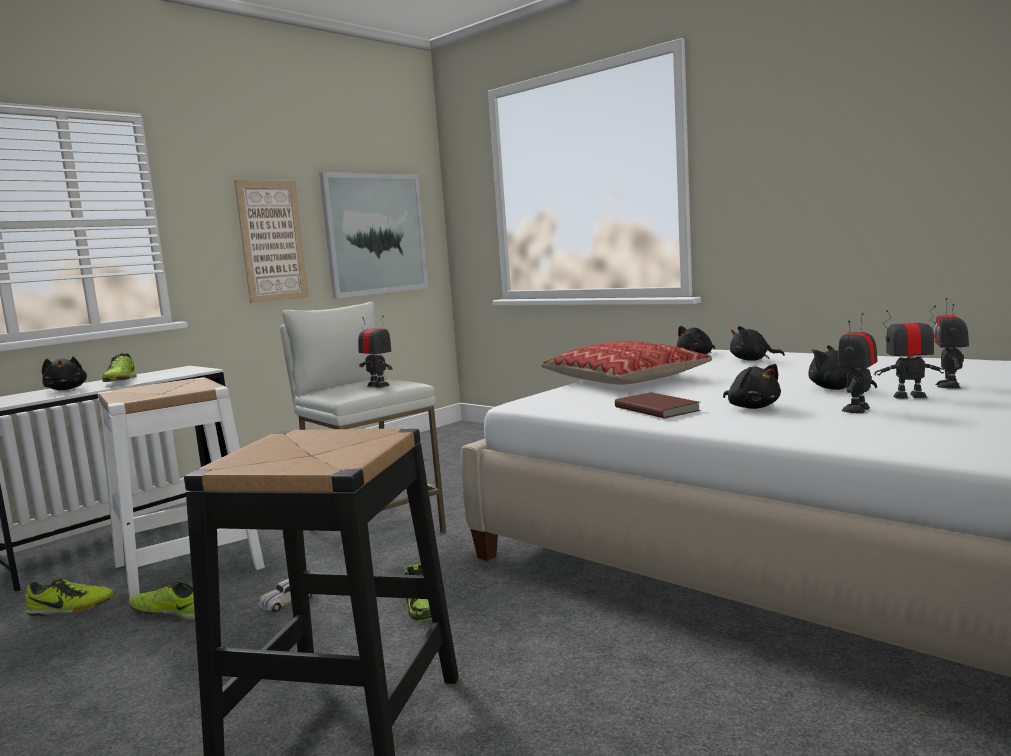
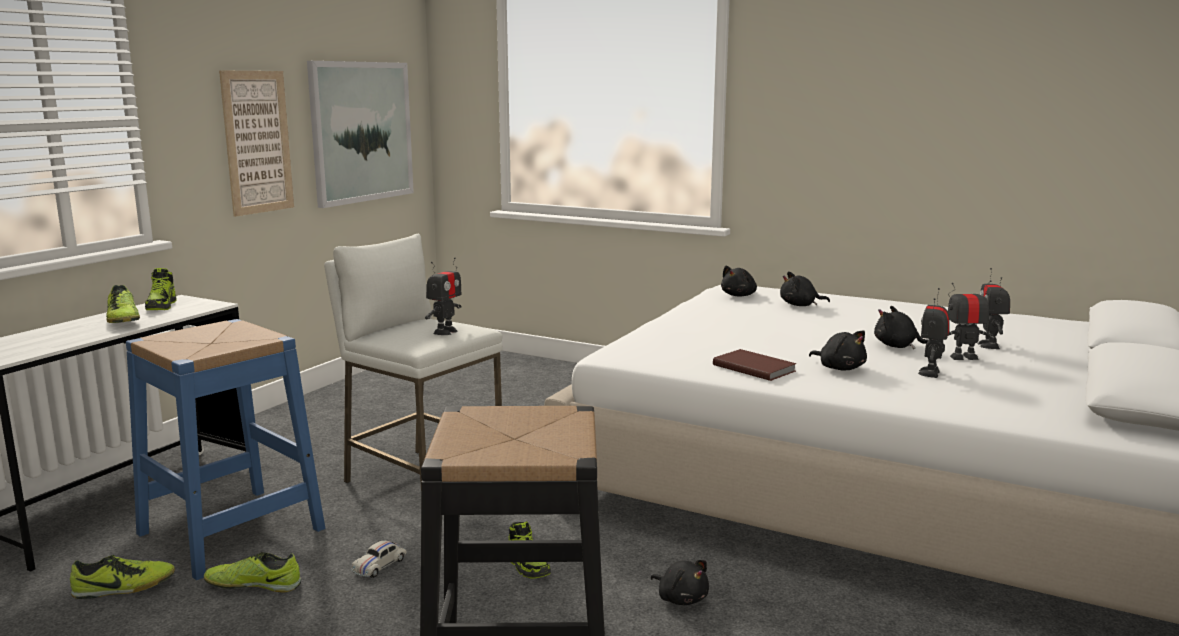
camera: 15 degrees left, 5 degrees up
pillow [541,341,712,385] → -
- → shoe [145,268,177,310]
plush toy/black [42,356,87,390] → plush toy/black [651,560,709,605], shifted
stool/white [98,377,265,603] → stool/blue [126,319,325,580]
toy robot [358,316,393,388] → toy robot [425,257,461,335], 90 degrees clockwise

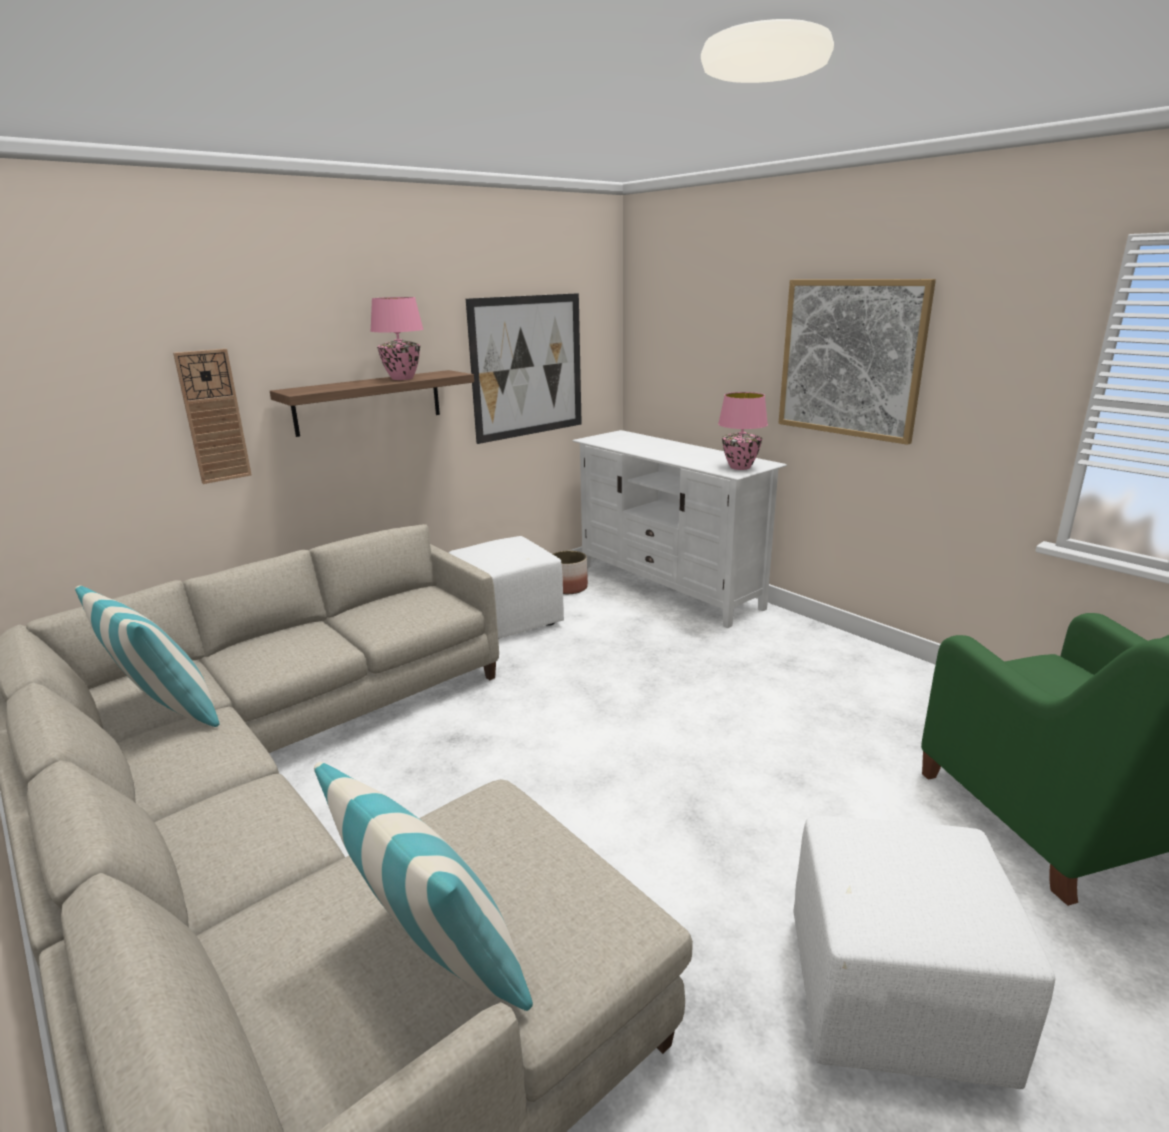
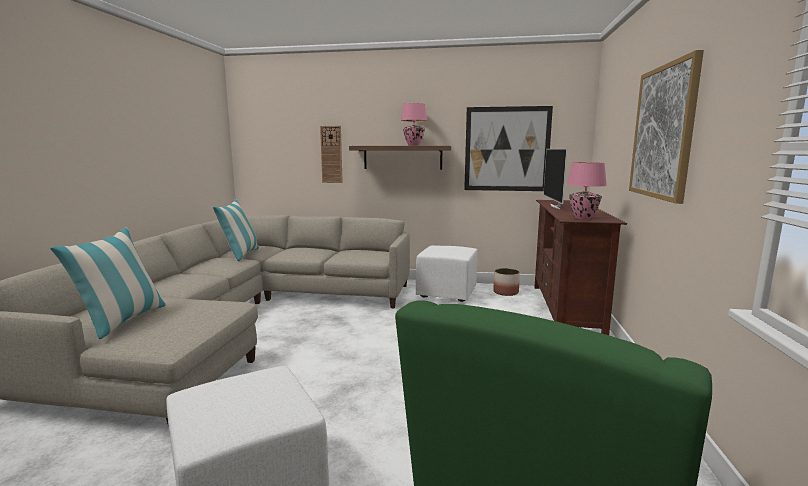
camera: 50 degrees right, 10 degrees down
- → television [543,148,567,209]
tv stand/white [573,430,787,628] → tv stand/brown [534,200,627,335]

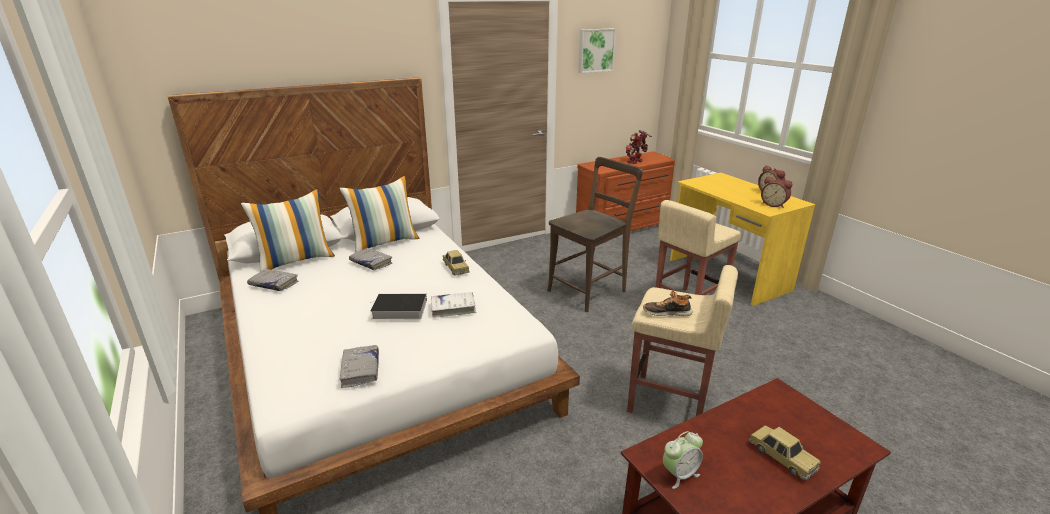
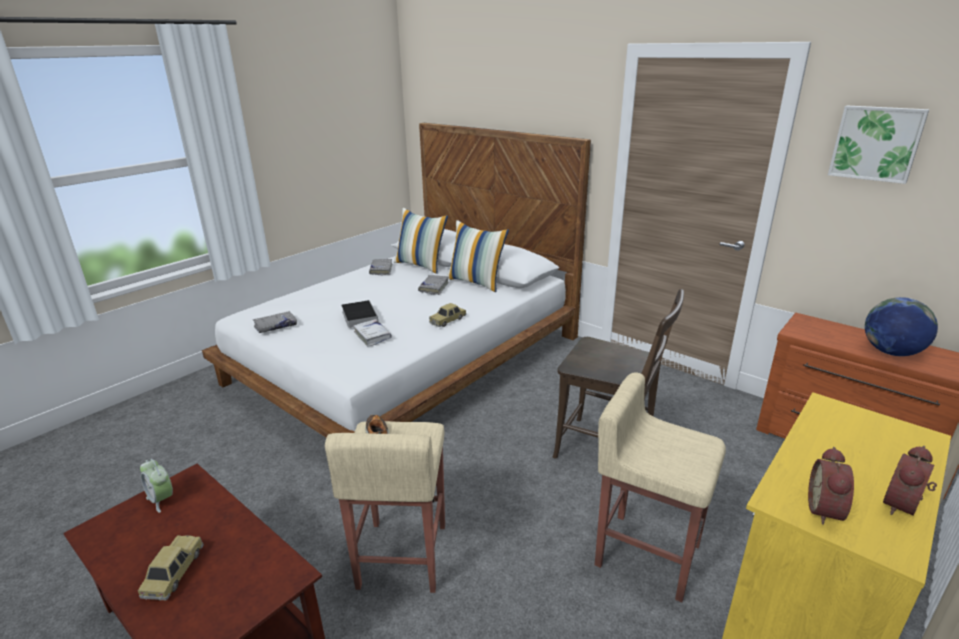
camera: 70 degrees right, 0 degrees up
toy robot [626,130,652,164] → globe [865,297,938,356]
toy car [749,425,821,480] → toy car [138,535,204,601], 150 degrees clockwise

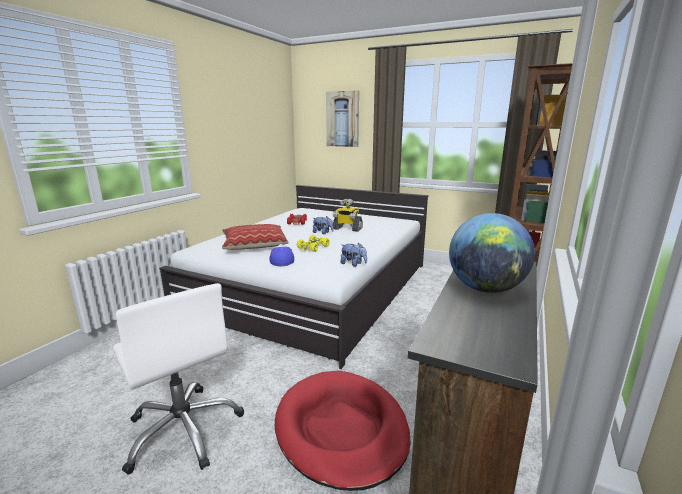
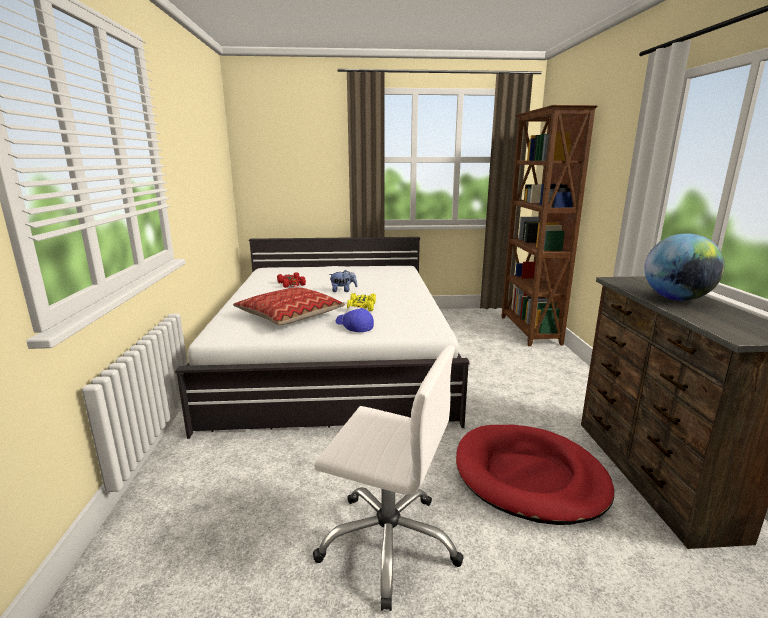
camera: 30 degrees left, 0 degrees up
picture [326,90,359,147] → -
toy robot [332,199,363,232] → -
plush toy [341,243,367,267] → -

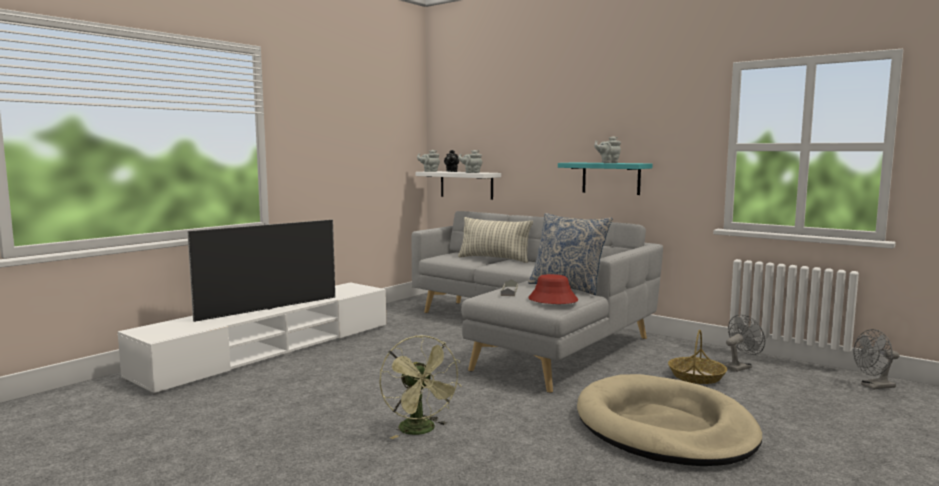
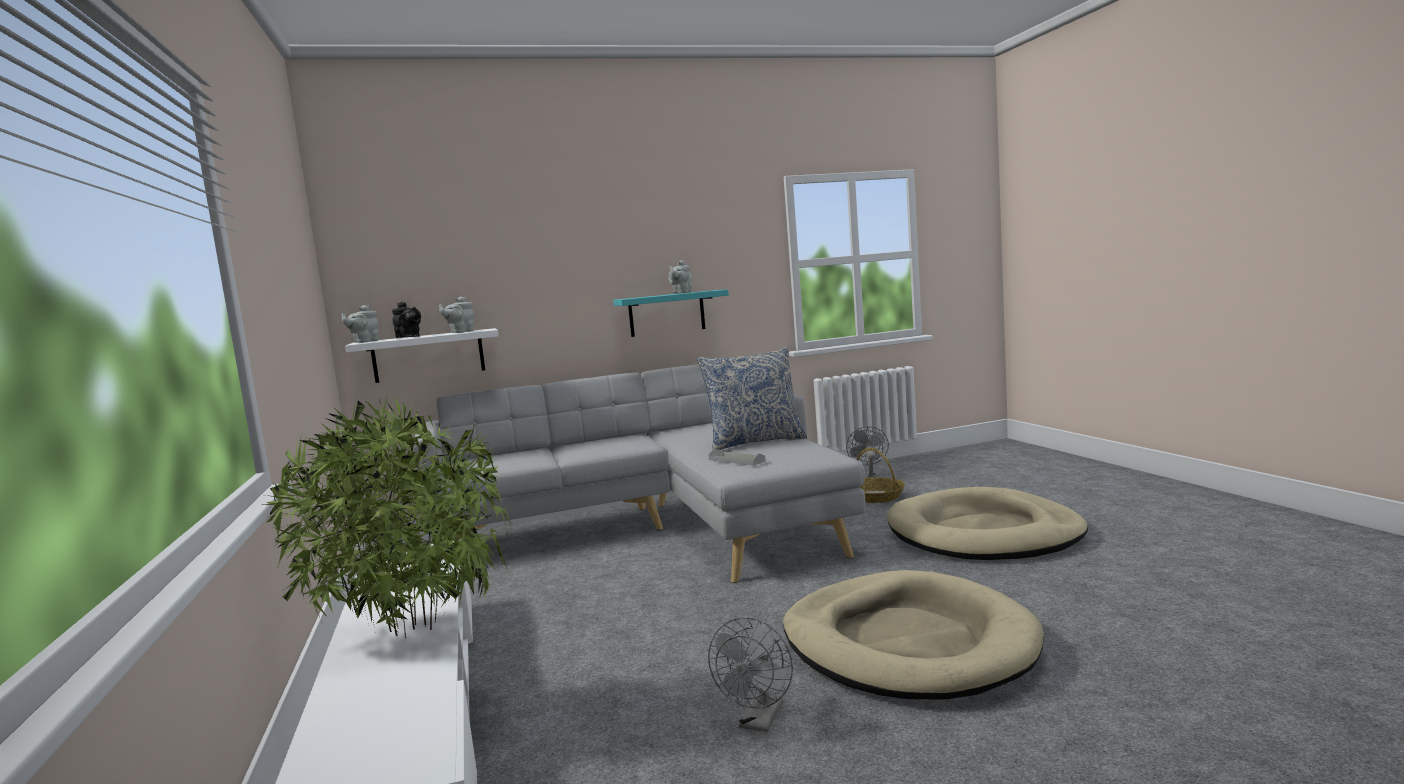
camera: 55 degrees left, 0 degrees up
pillow [458,217,533,263] → -
hat/red [528,274,578,304] → -
fan/grey [853,329,899,389] → fan/grey [708,617,793,732], shifted
television [187,220,335,322] → potted plant [261,394,511,639]
fan/green [379,335,462,439] → dog bed/beige [783,570,1044,699]

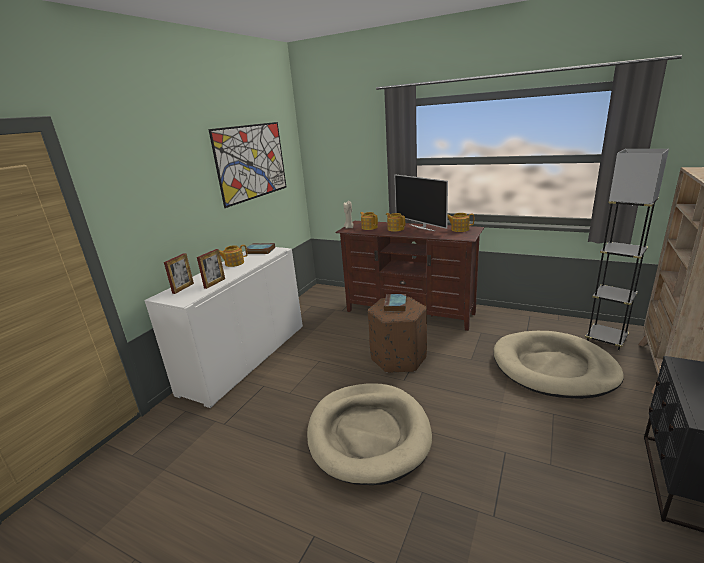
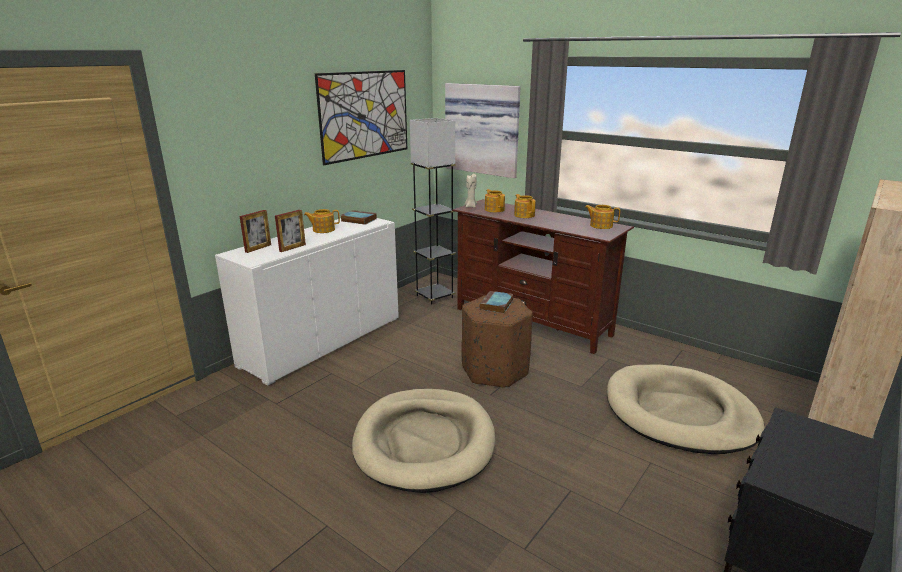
camera: 10 degrees right, 0 degrees up
television [395,174,448,231] → -
- → picture [445,83,520,178]
floor lamp/grey [585,149,669,350] → floor lamp/grey [410,118,455,305], shifted

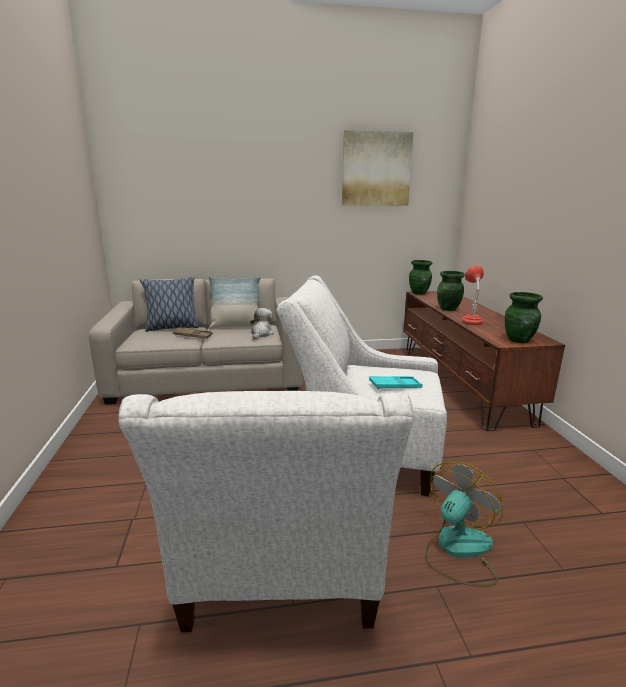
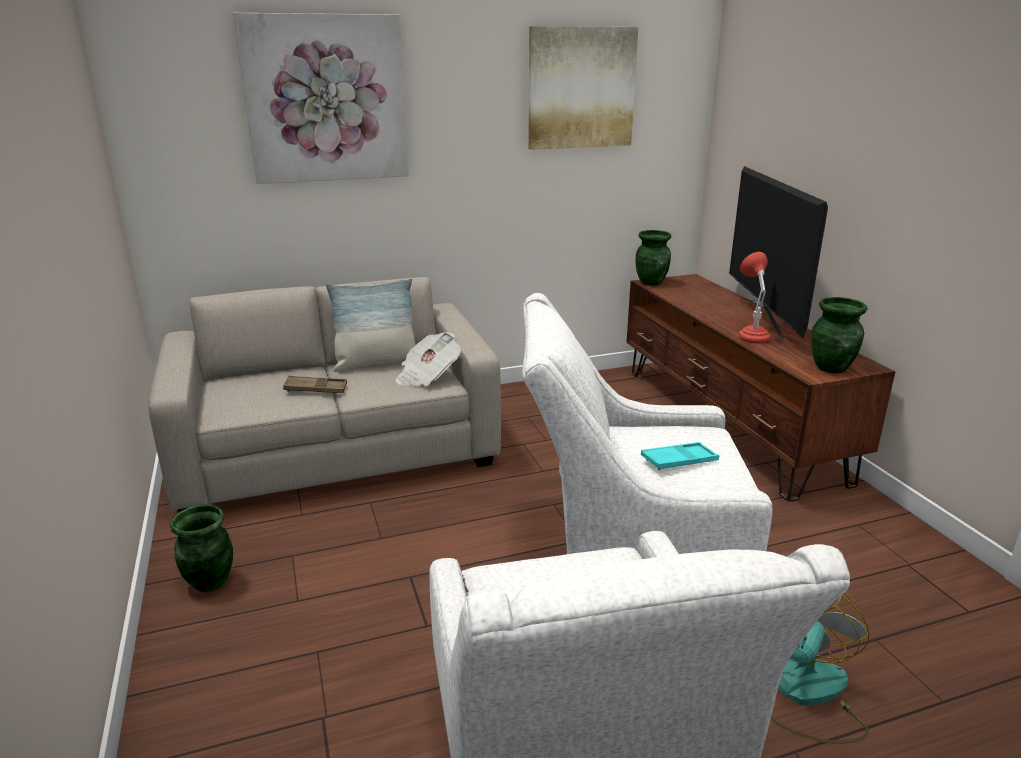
camera: 10 degrees left, 5 degrees up
pillow [140,276,199,332] → -
- → picture [233,13,409,184]
- → television [729,166,828,340]
vase/green [437,271,465,311] → vase/green [170,504,233,592], shifted
plush toy [250,308,274,340] → newspaper [395,332,461,386]

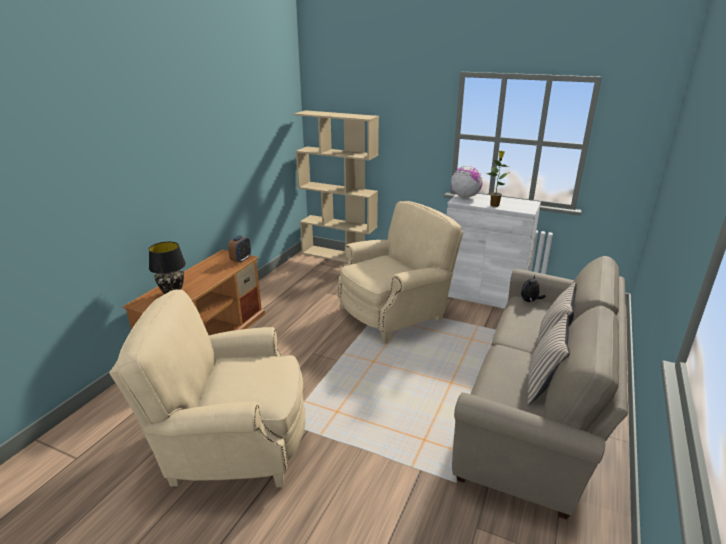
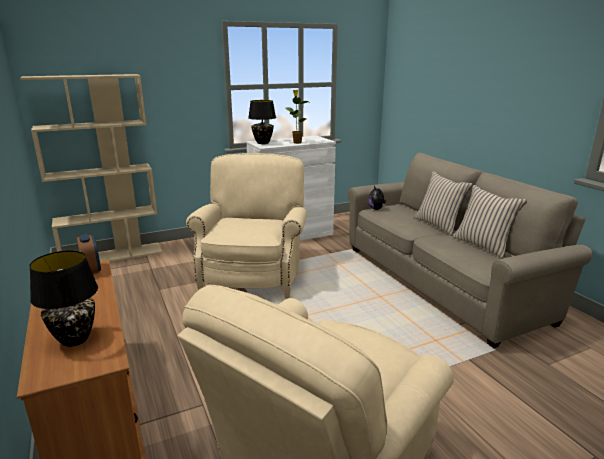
camera: 50 degrees left, 5 degrees down
globe [451,166,483,198] → table lamp/black [249,100,276,144]

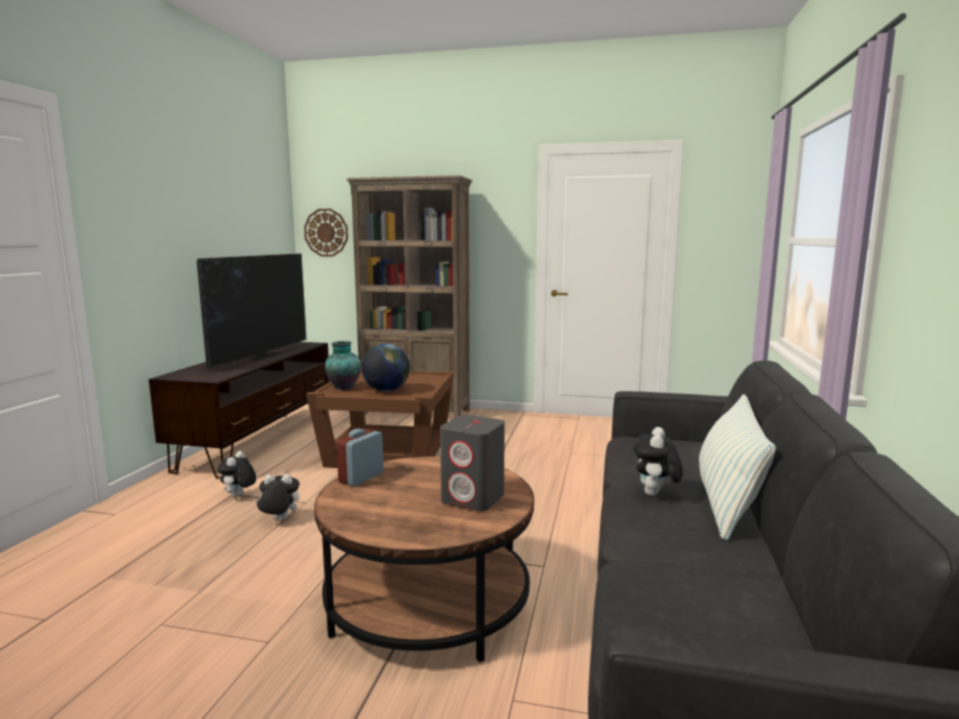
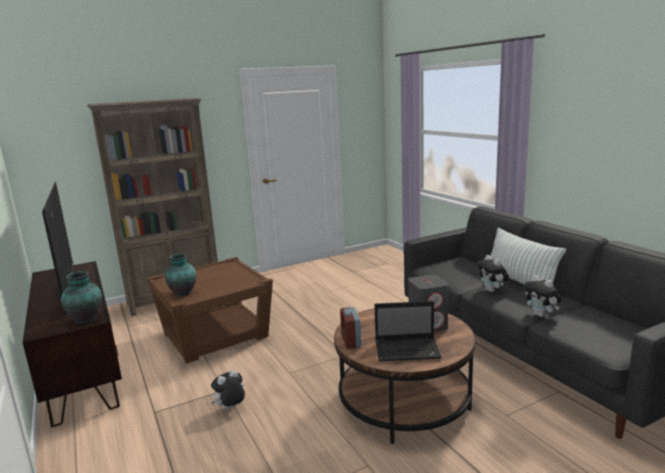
camera: 40 degrees left, 5 degrees up
wall clock [304,209,348,257] → -
globe [362,344,410,391] → -
- → vase [61,271,102,324]
- → laptop [375,301,442,361]
plush toy [217,451,256,497] → plush toy [523,275,562,317], shifted

